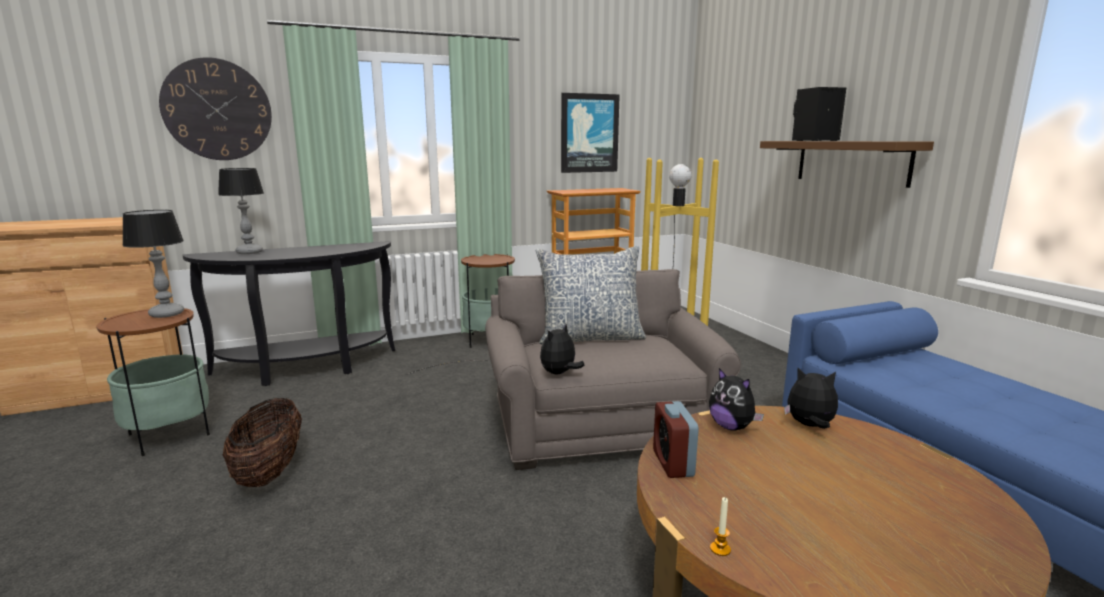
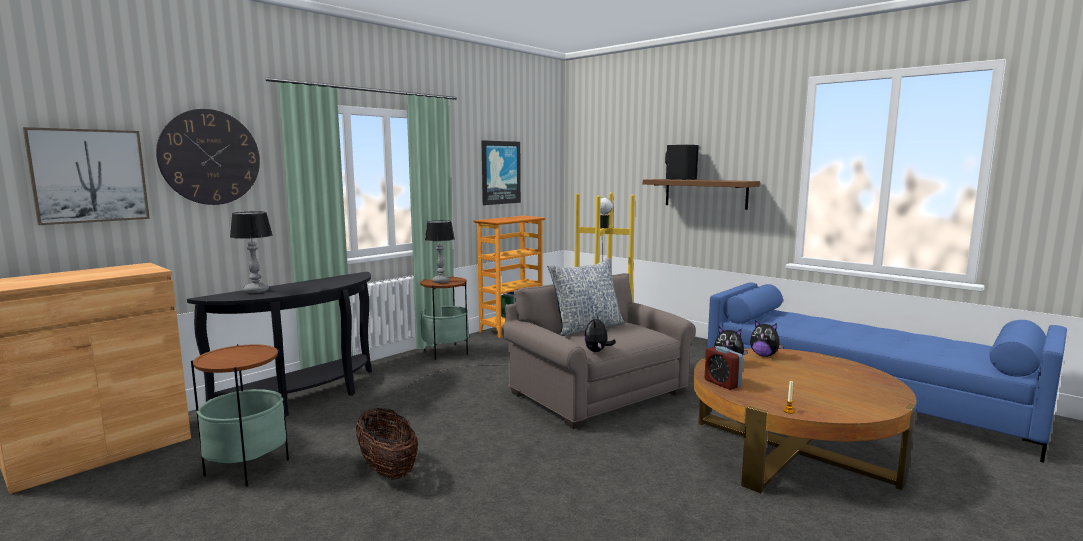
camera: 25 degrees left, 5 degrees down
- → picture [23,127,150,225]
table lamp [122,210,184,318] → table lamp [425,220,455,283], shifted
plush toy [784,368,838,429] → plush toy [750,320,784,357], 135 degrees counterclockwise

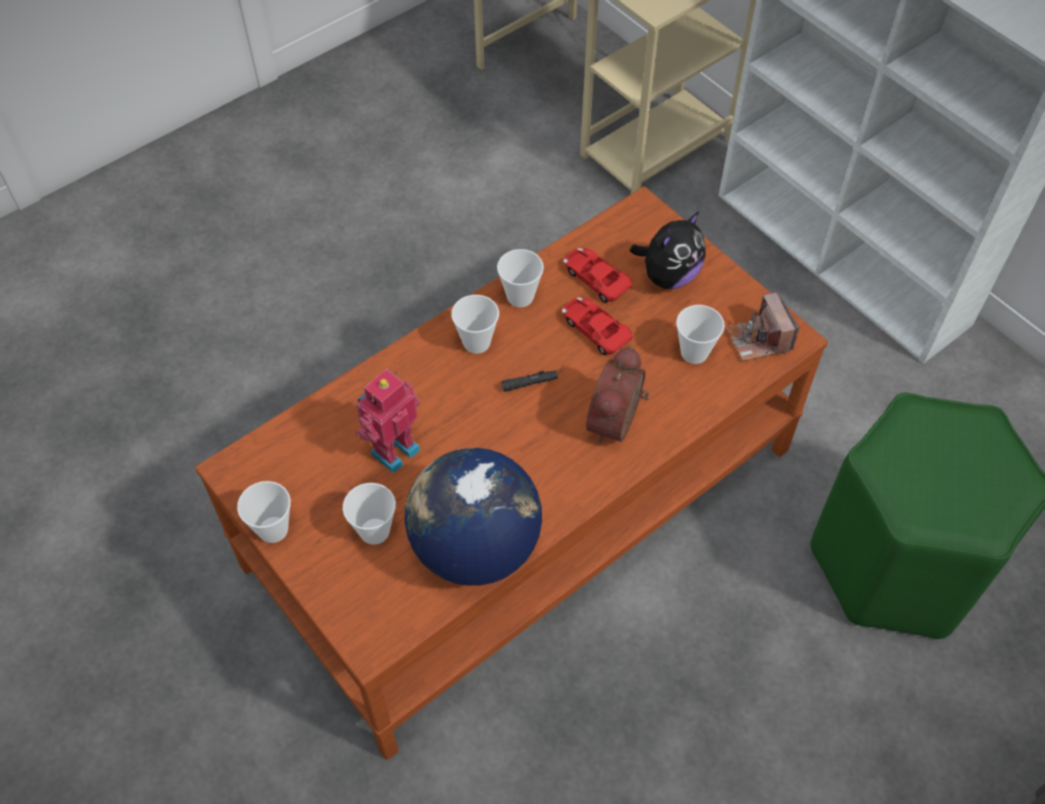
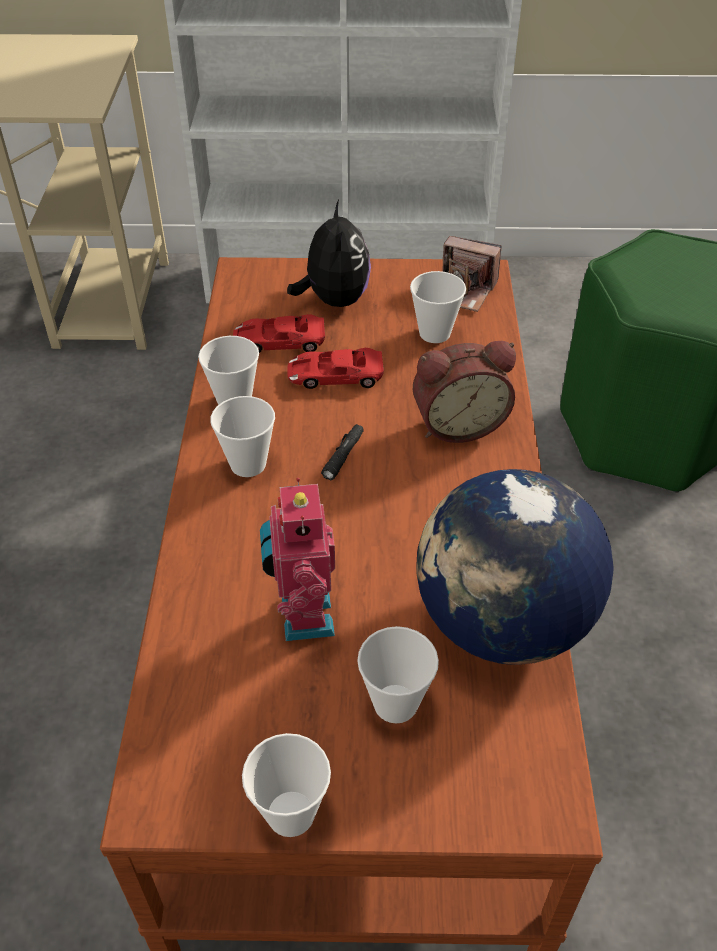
camera: 50 degrees left, 10 degrees down
alarm clock [586,346,649,443] → alarm clock [413,341,516,443], 75 degrees counterclockwise

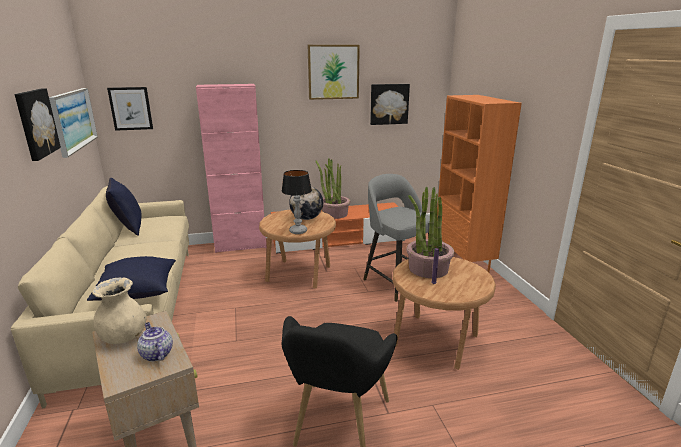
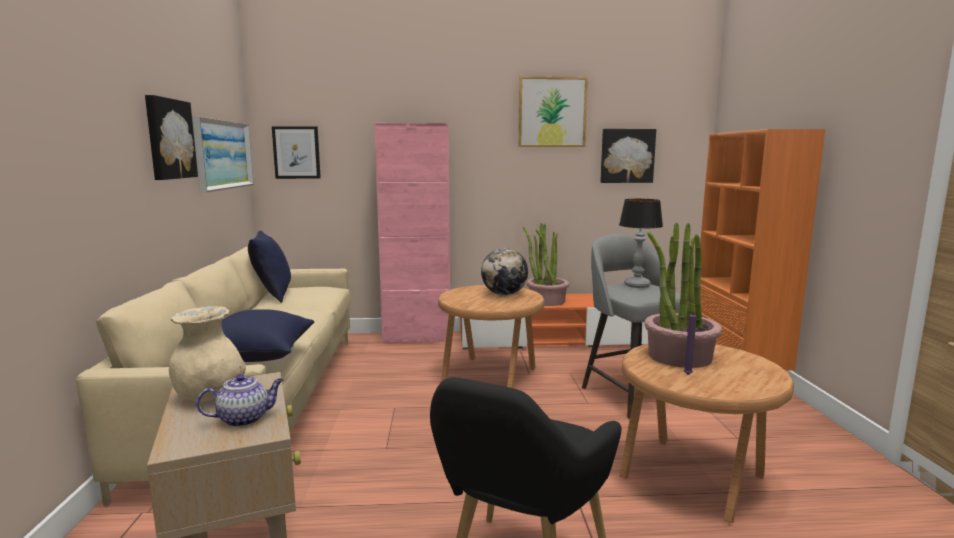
camera: 10 degrees right, 10 degrees down
table lamp [282,170,312,234] → table lamp [619,199,663,288], shifted
teapot [137,322,173,362] → teapot [196,374,283,427], 90 degrees clockwise

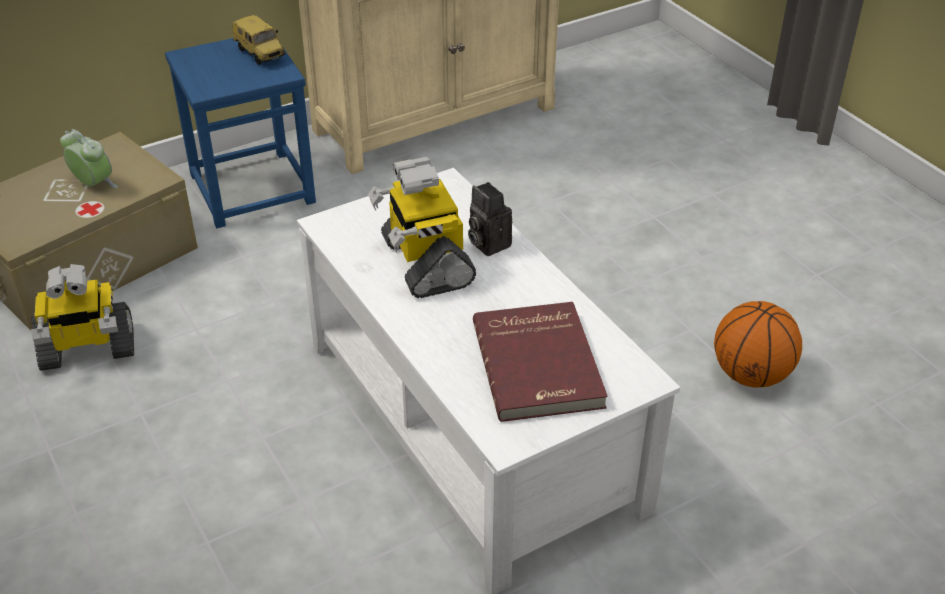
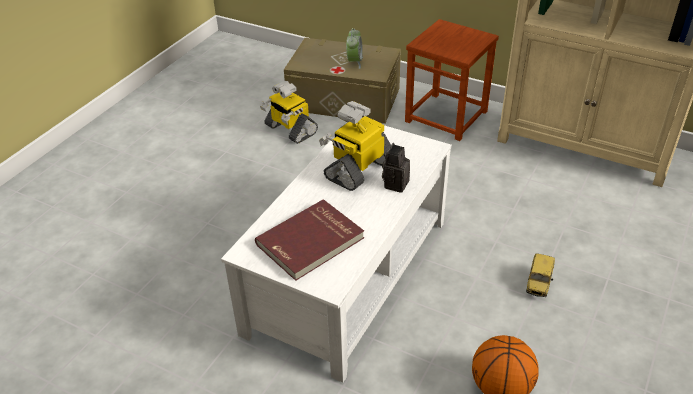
camera: 60 degrees right, 0 degrees up
toy car [233,15,286,65] → toy car [526,253,555,297], shifted
stool/blue [165,38,316,228] → stool/brown [405,19,499,141]

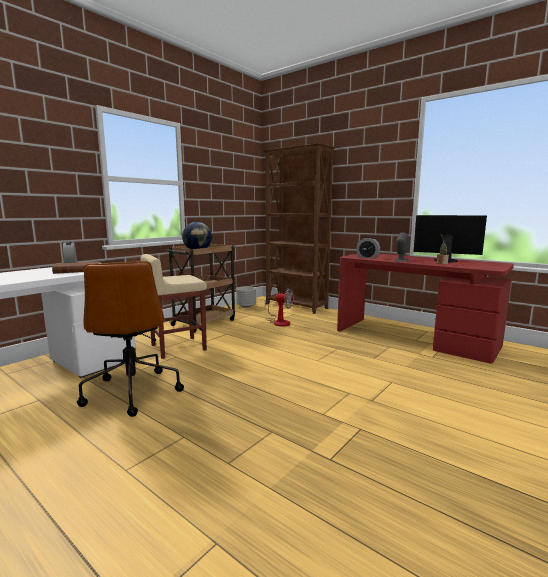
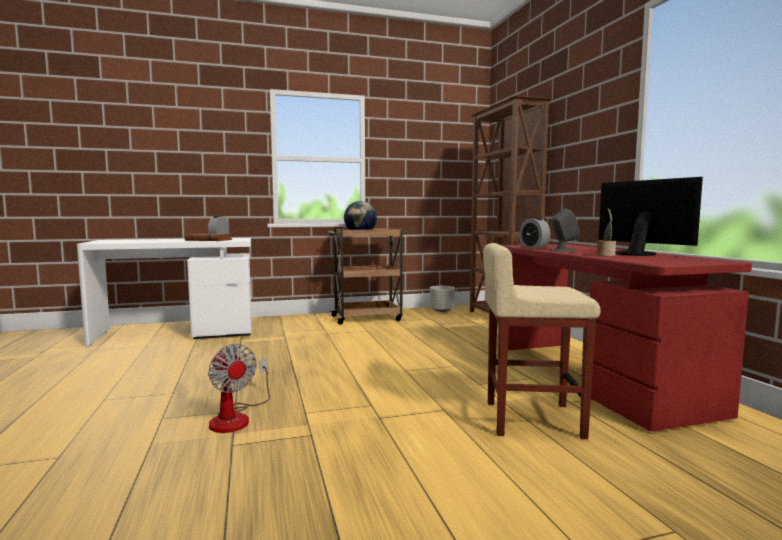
camera: 35 degrees right, 5 degrees down
office chair/brown [77,261,184,417] → -
stool/beige [140,254,207,359] → stool/beige [483,243,601,439], shifted
fan [265,288,293,327] → fan [208,344,270,433], shifted

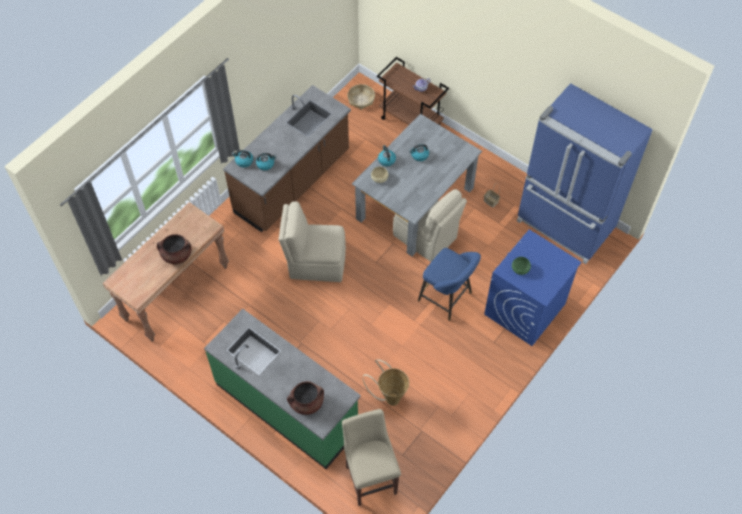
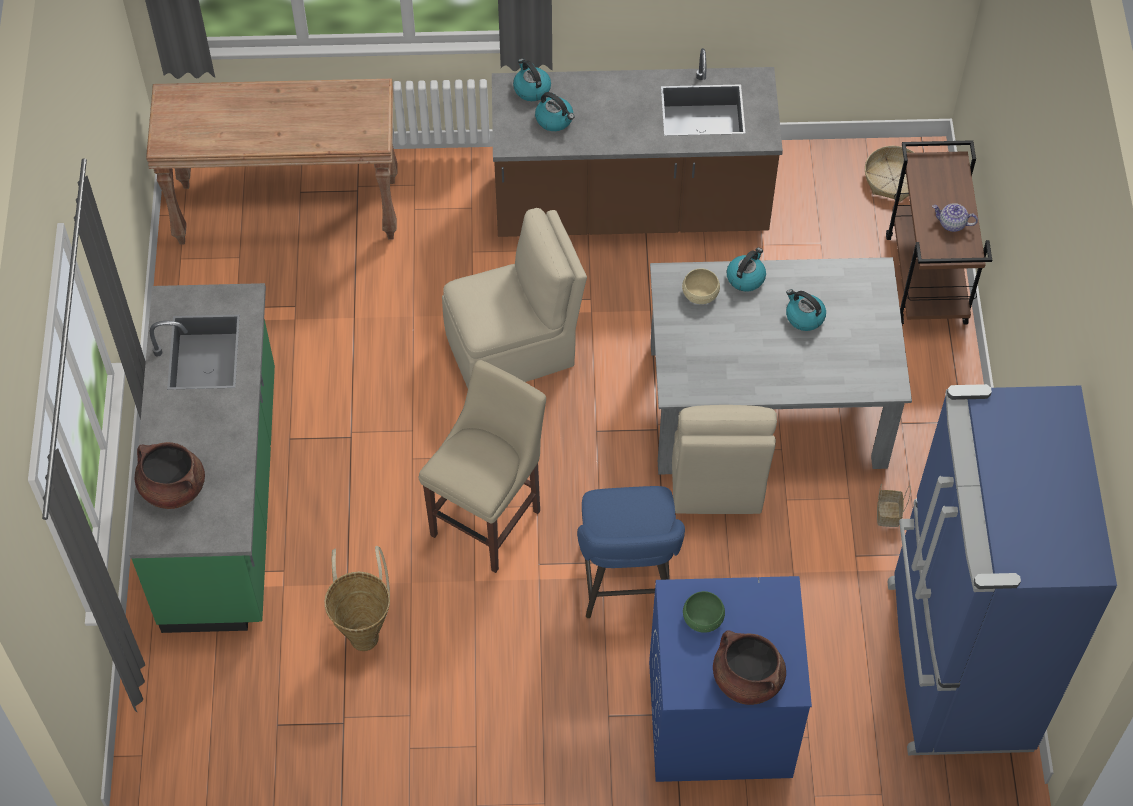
camera: 50 degrees right, 0 degrees up
cooking pot/brown [157,234,191,264] → cooking pot/brown [713,630,786,705], shifted
stool/beige [342,409,401,506] → stool/beige [419,360,546,573], shifted
chair/beige [279,201,346,282] → chair/beige [442,208,587,388], 105 degrees clockwise

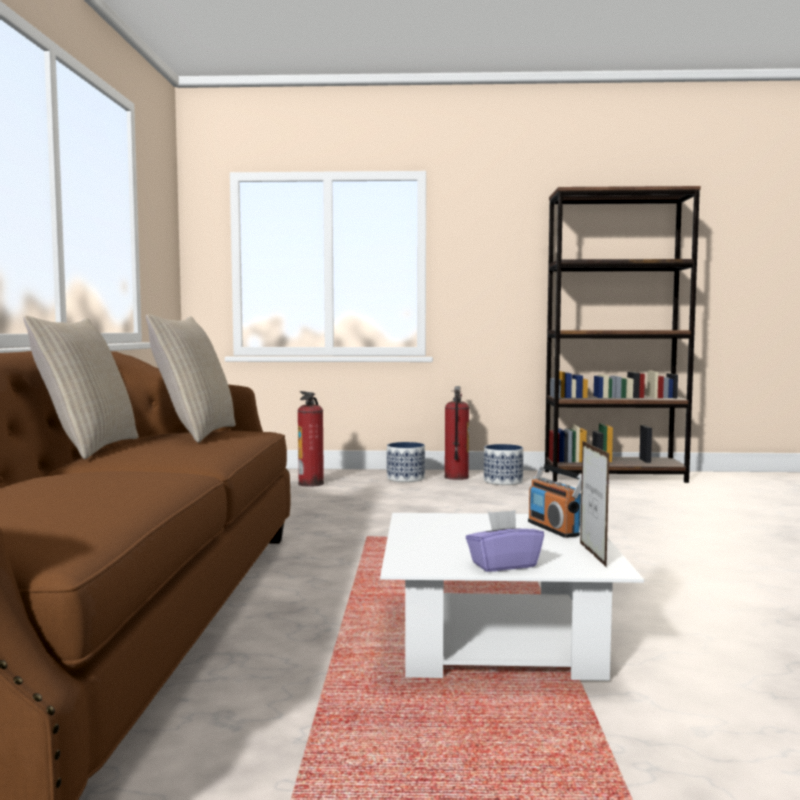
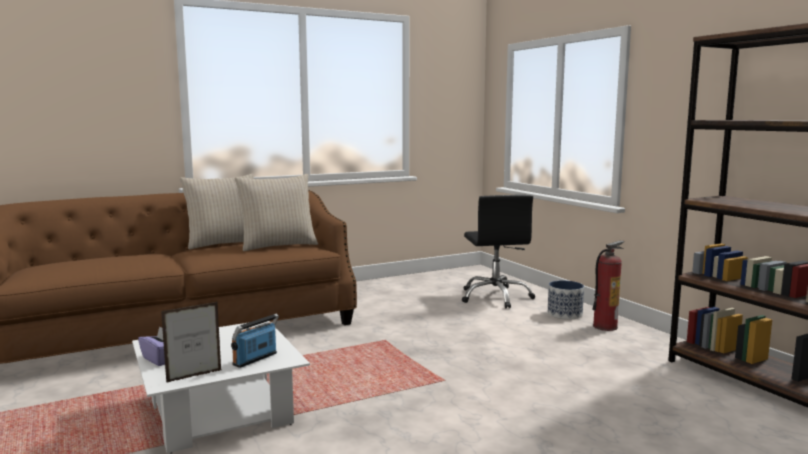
camera: 60 degrees right, 5 degrees up
planter [484,444,523,485] → -
fire extinguisher [298,391,324,487] → office chair/black [462,195,535,308]

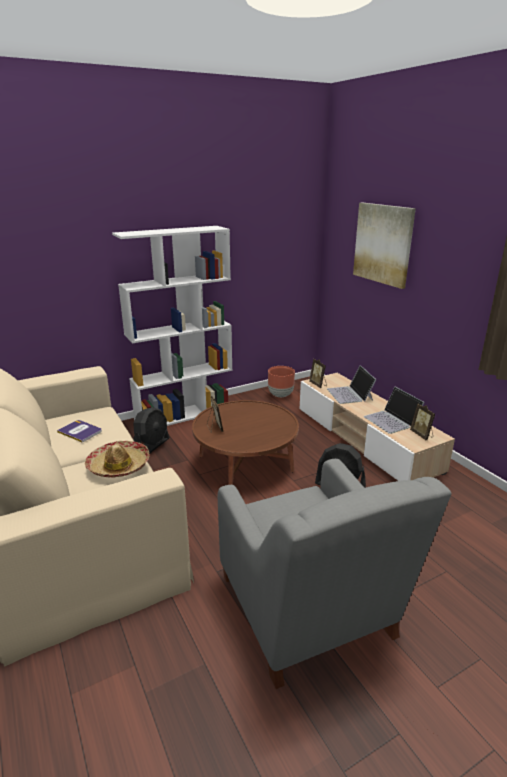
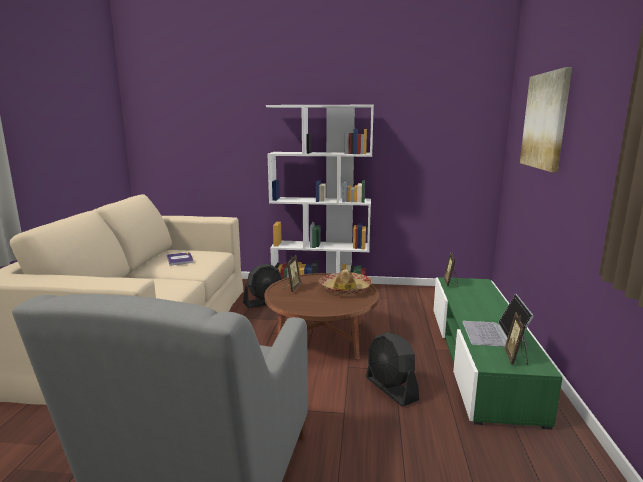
camera: 35 degrees right, 10 degrees down
planter/brown [268,366,295,397] → -
laptop [327,365,376,404] → -
hat [85,441,149,477] → hat [319,269,372,295], shifted
tv stand/beige [300,373,455,481] → tv stand/green [433,277,563,430]

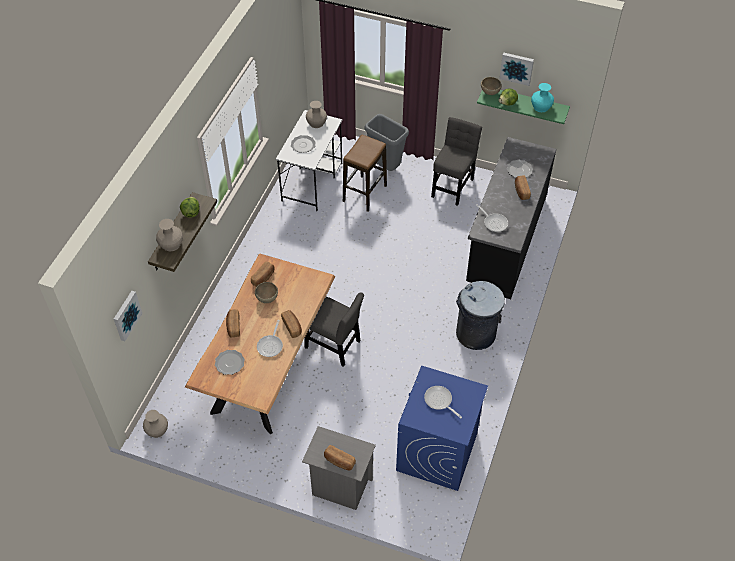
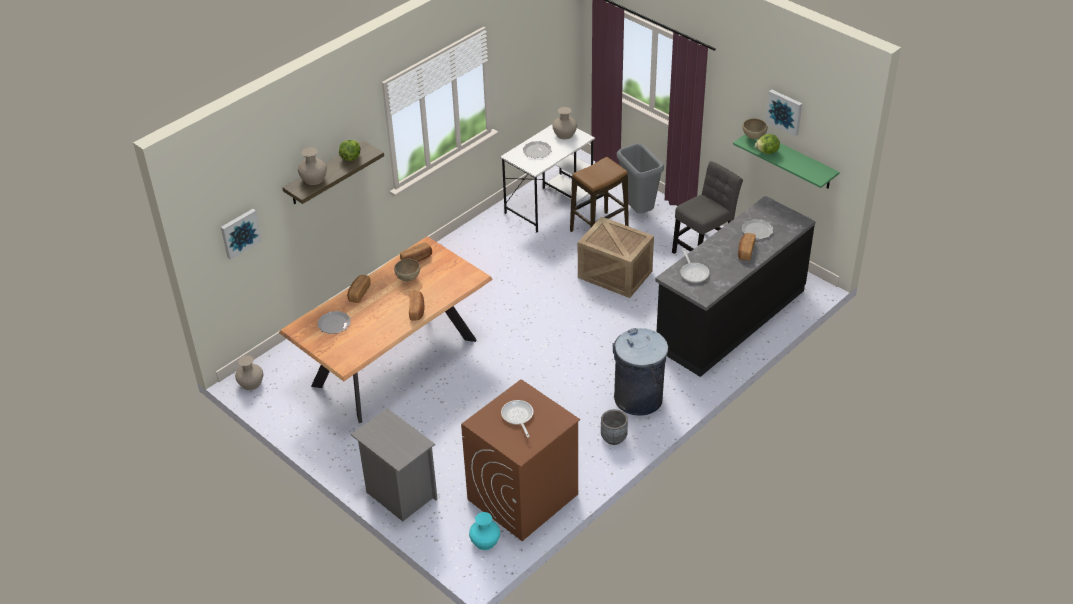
camera: 25 degrees right, 10 degrees down
frying pan [257,320,283,357] → -
chair/grey [304,292,364,367] → -
bread [324,445,356,471] → -
- → crate [578,217,654,298]
- → planter/grey [601,409,628,445]
vase/turquoise [531,83,554,112] → vase/turquoise [469,512,500,550], shifted
washing machine/blue [396,366,488,491] → washing machine/brown [461,379,580,541]

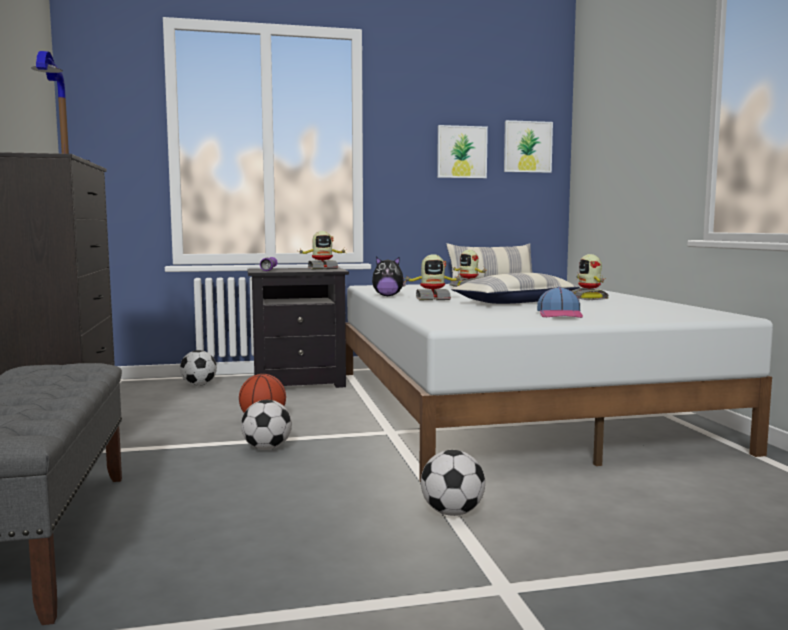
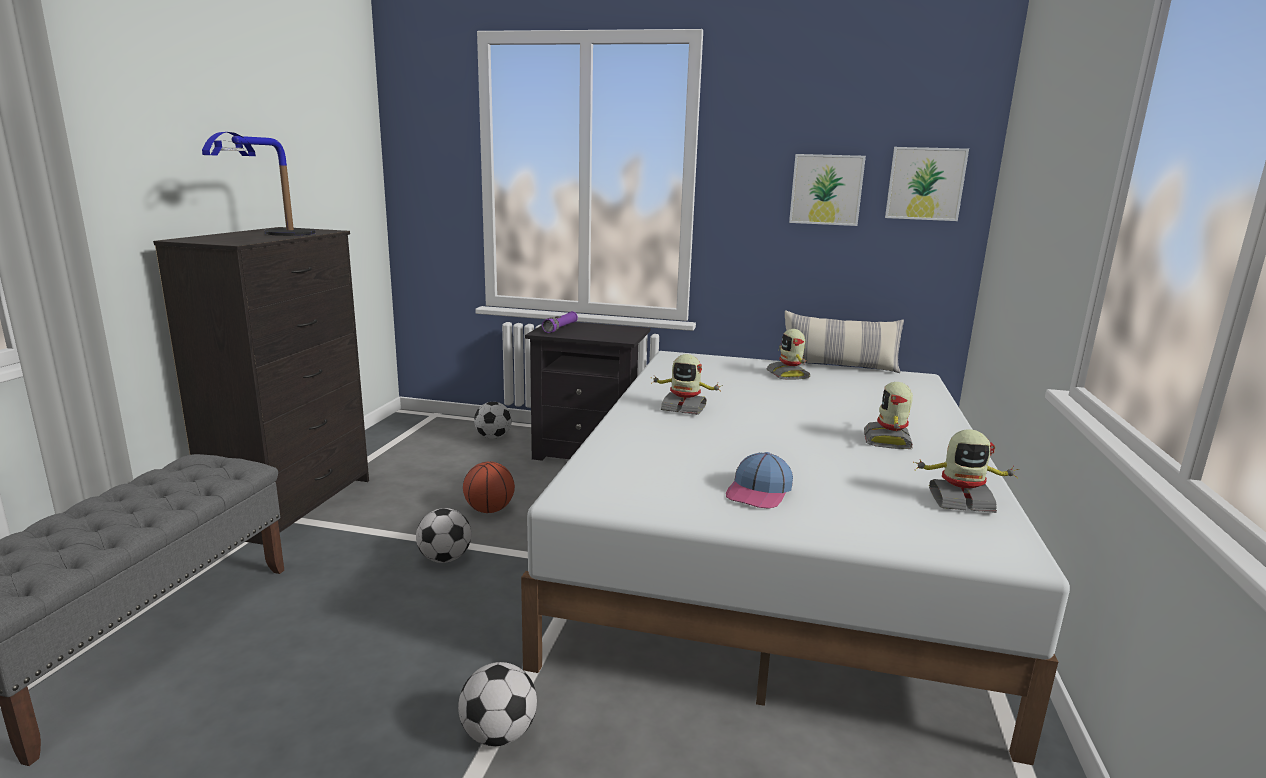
camera: 25 degrees right, 10 degrees up
plush toy [372,257,406,296] → -
pillow [451,273,580,304] → -
toy robot [298,231,347,269] → toy robot [913,429,1019,513], shifted

